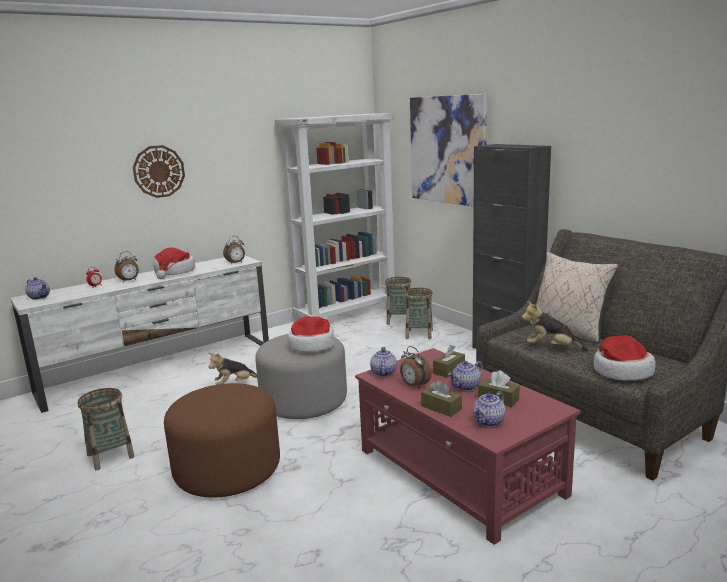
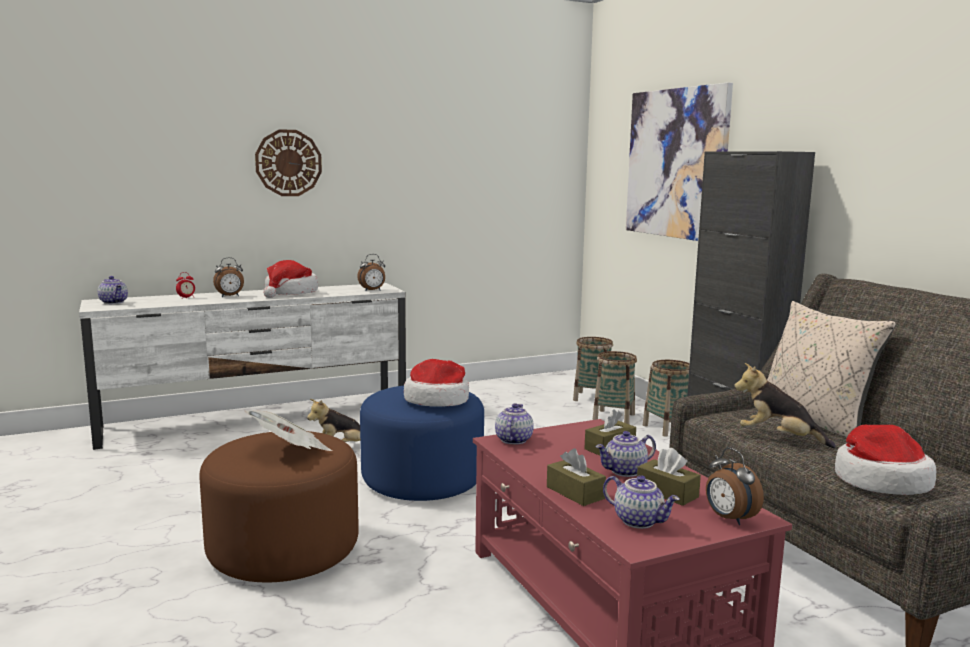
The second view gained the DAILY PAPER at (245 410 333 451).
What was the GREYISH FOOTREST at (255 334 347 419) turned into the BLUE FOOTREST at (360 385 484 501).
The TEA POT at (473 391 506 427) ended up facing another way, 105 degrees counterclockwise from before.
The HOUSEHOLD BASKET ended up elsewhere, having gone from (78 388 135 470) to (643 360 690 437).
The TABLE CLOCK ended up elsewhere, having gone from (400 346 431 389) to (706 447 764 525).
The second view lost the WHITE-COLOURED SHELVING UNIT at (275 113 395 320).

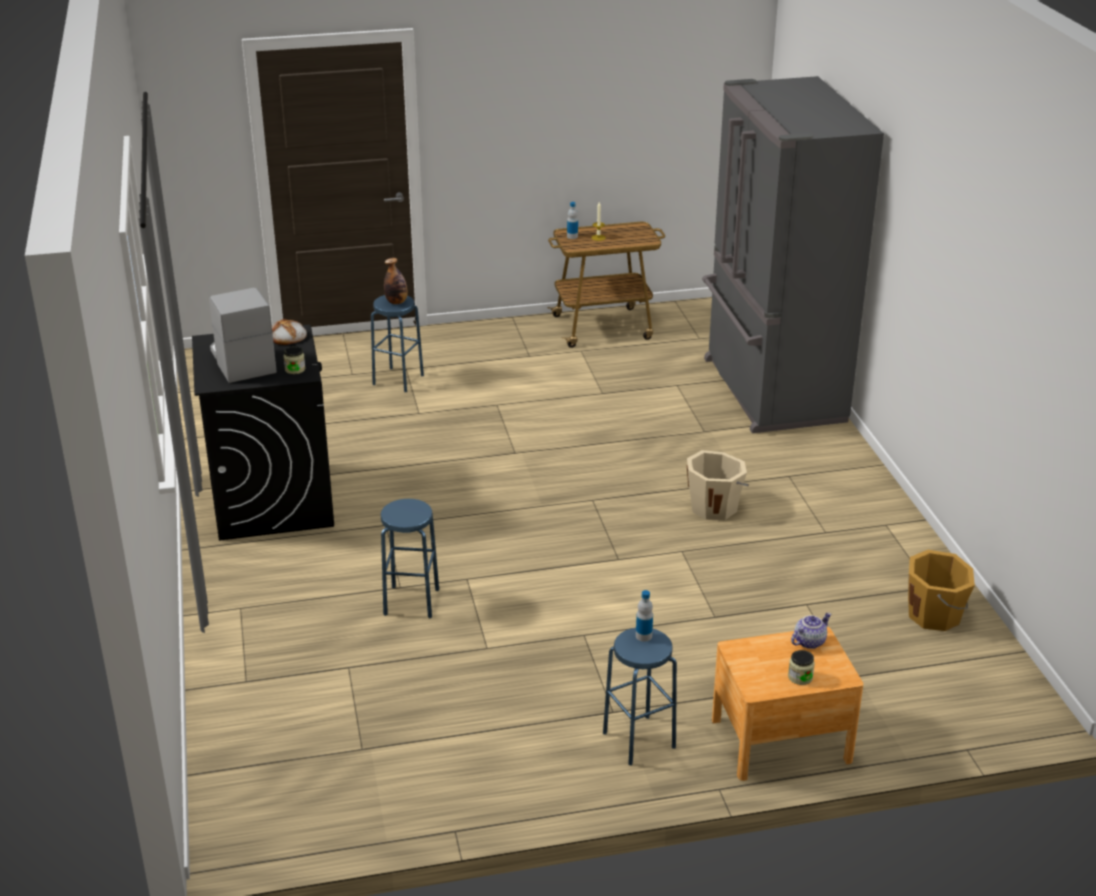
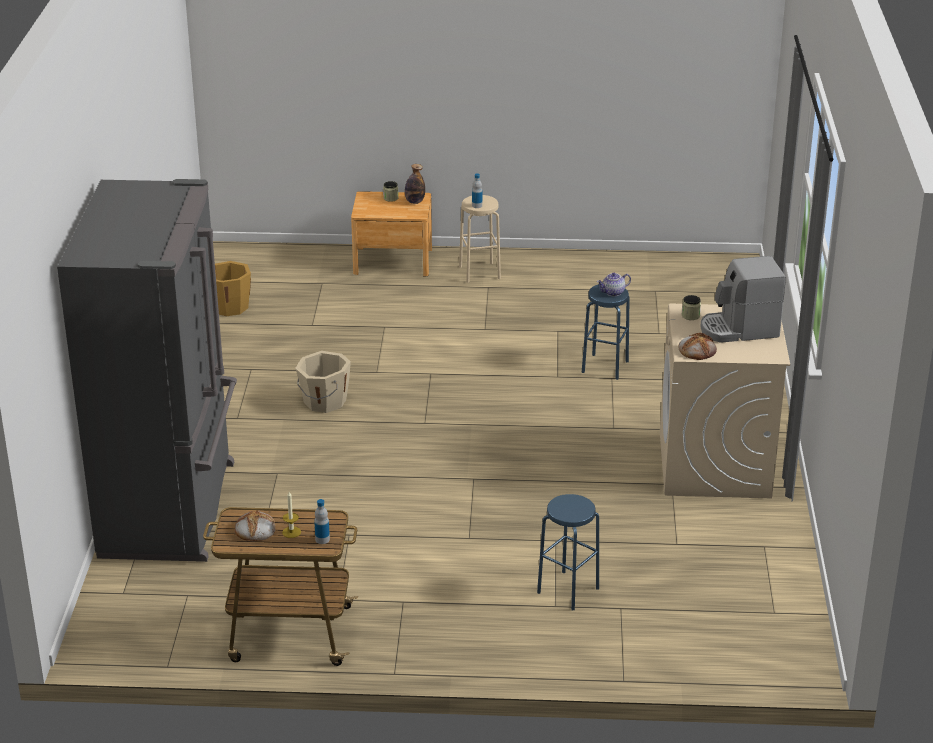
The second view gained the BREAD at (235 510 276 541).
The DRINK BOTTLE ended up elsewhere, having gone from (384 258 408 304) to (405 164 425 204).
What was the BLUE SITTING STOOL at (603 628 677 766) turned into the BEIGE-COLOURED SITTING STOOL at (459 195 501 283).
The TEA POT ended up elsewhere, having gone from (791 613 831 649) to (597 273 631 296).
What was the BLACKISH WASHING MACHINE at (192 325 334 541) turned into the BEIGE-COLOURED WASHING MACHINE at (660 303 790 499).
The COFFEE MAKER at (209 288 277 383) ended up facing another way, 90 degrees clockwise from before.

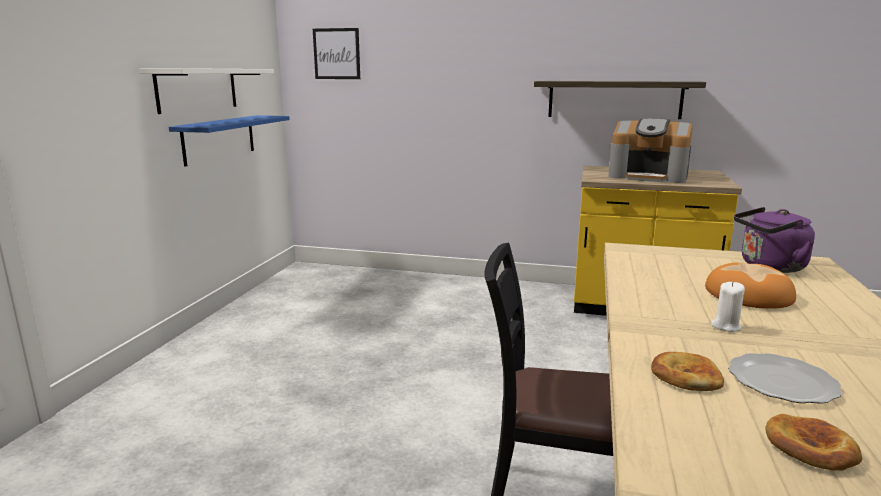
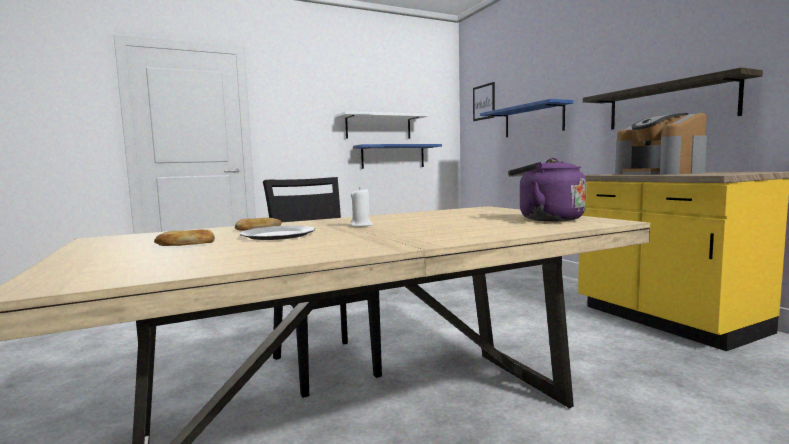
The second view gained the BLUE SHELF at (480 99 574 137).
The second view lost the BREAD at (705 262 796 309).

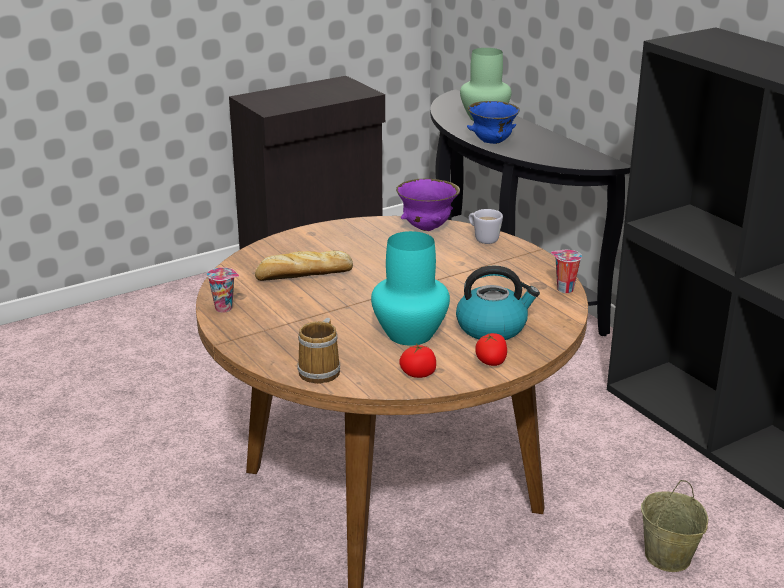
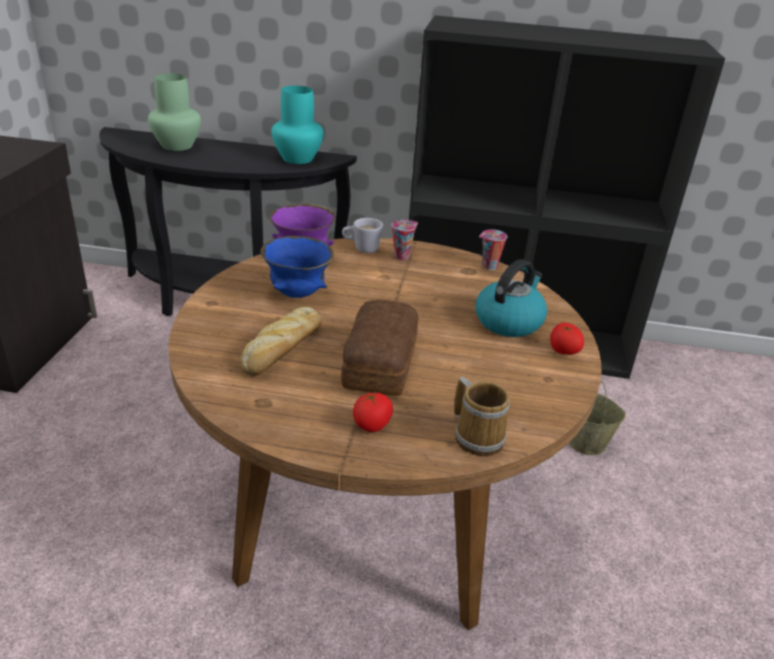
The BLUE SERVING BOWL ended up elsewhere, having gone from (467 101 520 144) to (260 236 334 298).
The BLUE-GREEN FLOWER VASE ended up elsewhere, having gone from (371 231 450 346) to (271 86 324 164).
The second view gained the BREAD at (341 300 419 396).
The TOMATO ended up elsewhere, having gone from (399 343 436 378) to (353 391 393 432).
The DRINKING CUP ended up elsewhere, having gone from (207 268 239 313) to (391 220 418 260).

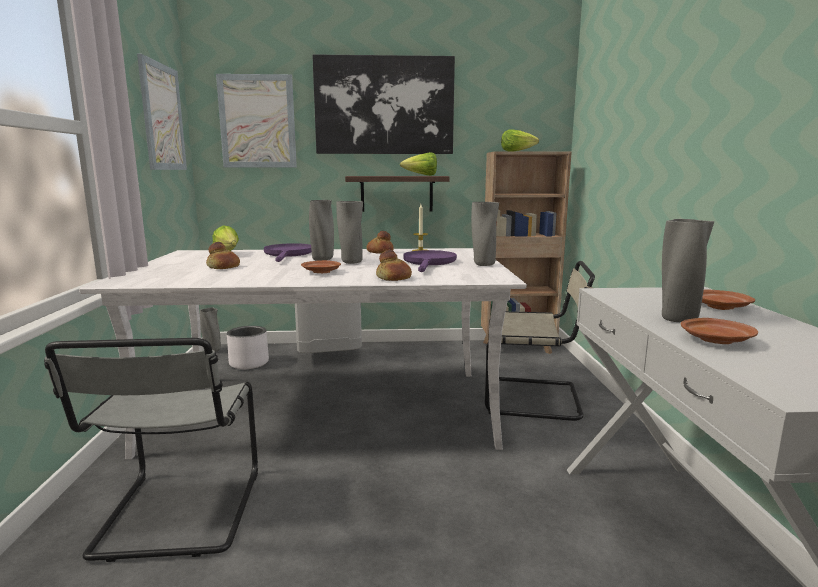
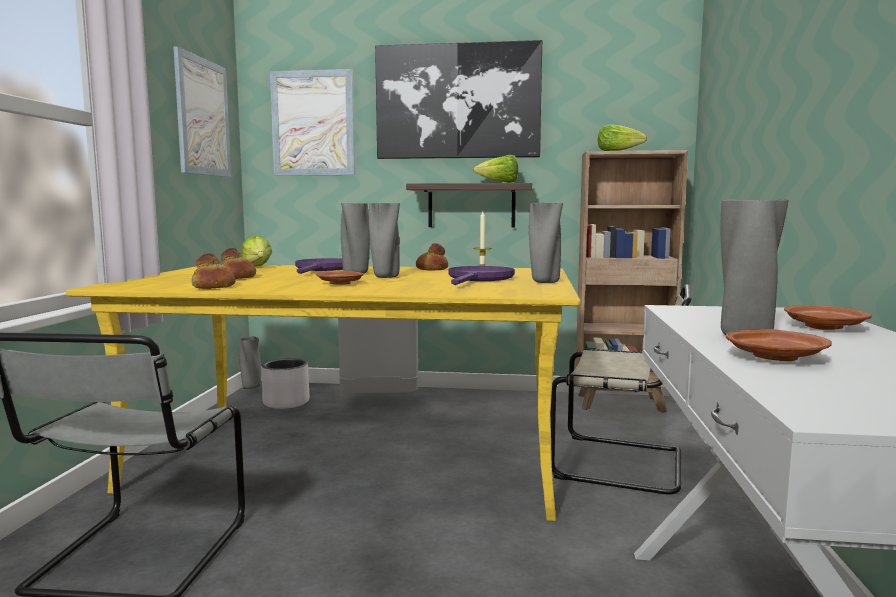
What was the WHITE-COLOURED DINING TABLE at (79 248 527 459) turned into the YELLOW DINING TABLE at (66 265 580 521).
The BREAD ended up elsewhere, having gone from (376 250 412 281) to (191 253 236 289).

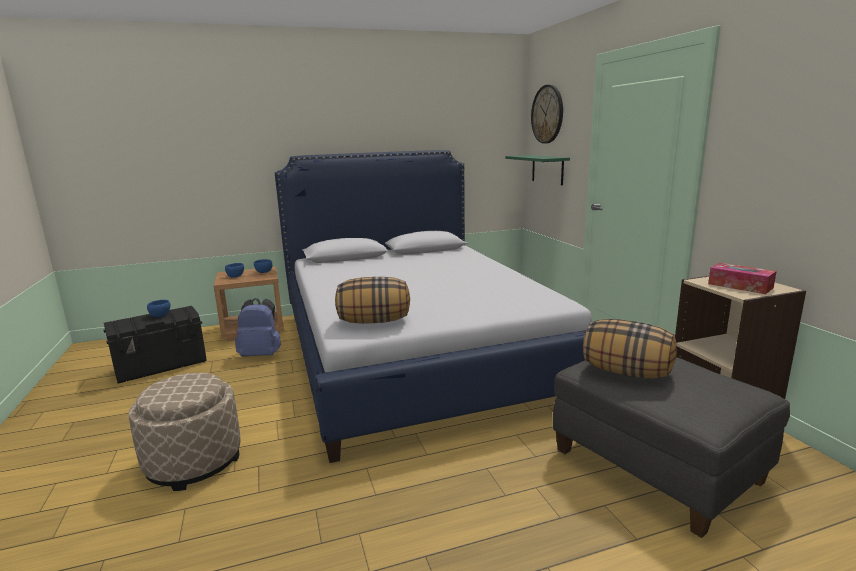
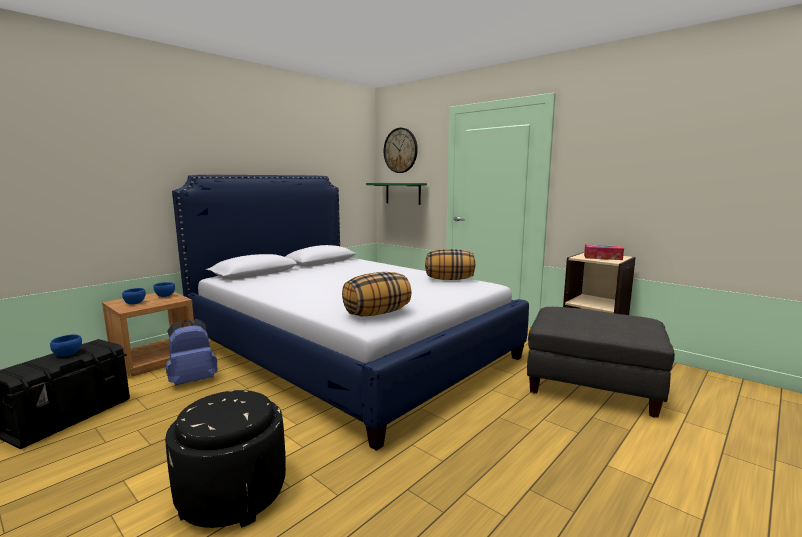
What was the BEIGE-COLOURED FOOTREST at (129 373 241 491) turned into the BLACKISH FOOTREST at (165 390 286 528).
The PILLOW ended up elsewhere, having gone from (583 319 677 379) to (425 249 475 280).

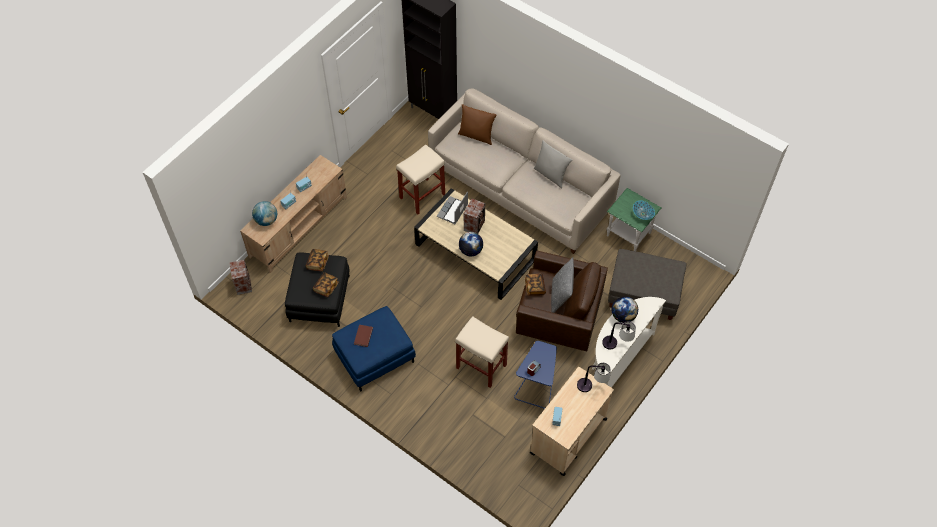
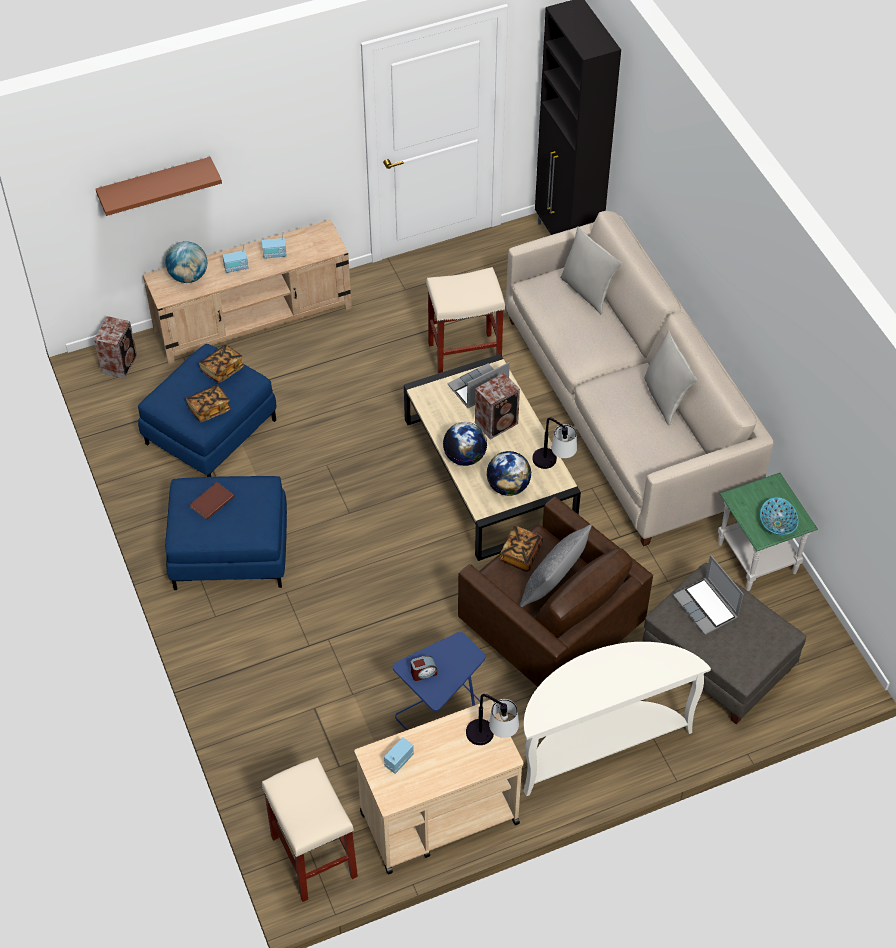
The second view gained the BROWNISH SHELF at (96 157 222 216).
What was the BLACKISH FOOTREST at (285 253 350 327) turned into the BLUE FOOTREST at (138 344 276 477).
The BEIGE-COLOURED SITTING STOOL ended up elsewhere, having gone from (455 316 509 388) to (262 757 358 902).
The DESK GLOBE ended up elsewhere, having gone from (611 296 638 323) to (487 451 531 496).
The TABLETOP LAMP ended up elsewhere, having gone from (602 321 636 350) to (533 417 577 469).
What was the BROWNISH PILLOW at (458 104 497 145) turned into the GREYISH PILLOW at (560 226 622 315).
The second view gained the LAPTOP at (673 555 744 635).

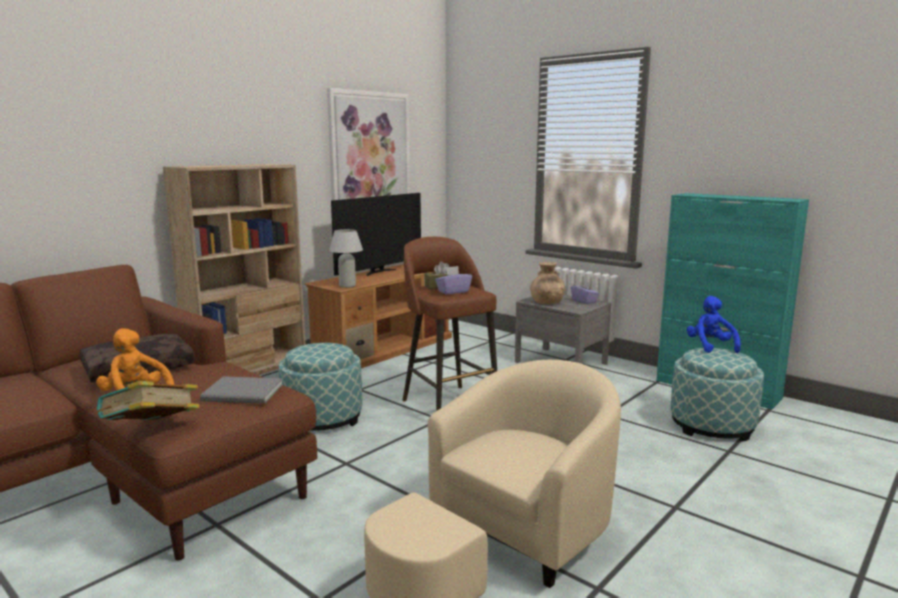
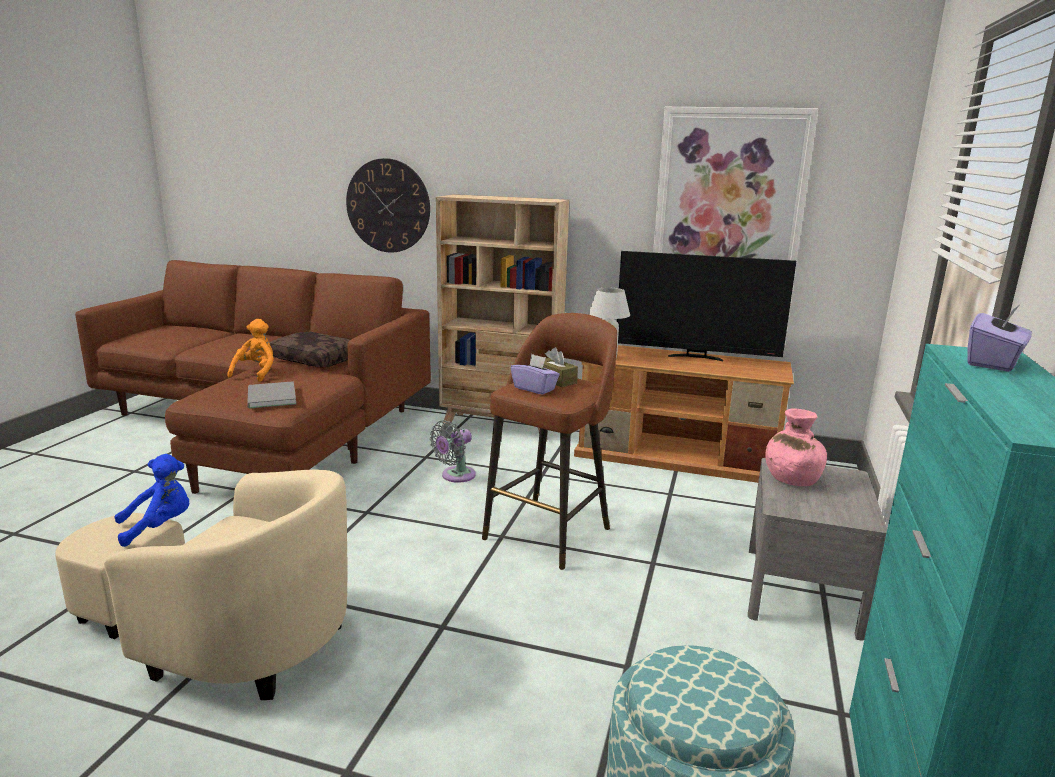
The BLUE CUDDLY TOY ended up elsewhere, having gone from (687 296 741 353) to (114 454 189 547).
The second view gained the HANGING CLOCK at (346 158 430 253).
Where the FOOTREST stood at (278 343 362 431), the GREYISH ELECTRIC FAN came to stand at (430 420 476 483).
What was the BROWNISH FLOWER VASE at (530 262 565 304) turned into the PINKISH FLOWER VASE at (765 408 827 486).
The PURPLE TISSUE BOX ended up elsewhere, having gone from (571 281 599 304) to (967 305 1032 372).
The second view lost the BOUND BOOK at (96 381 200 420).

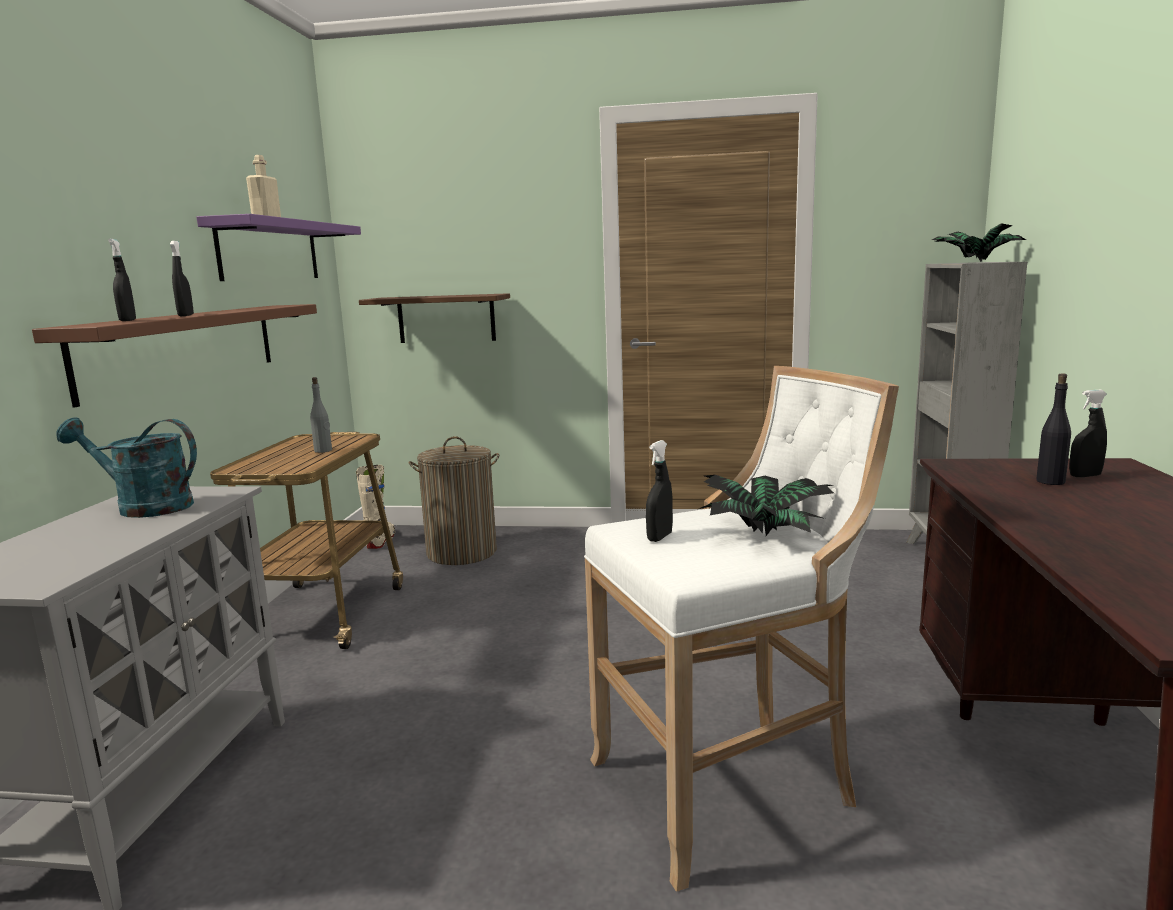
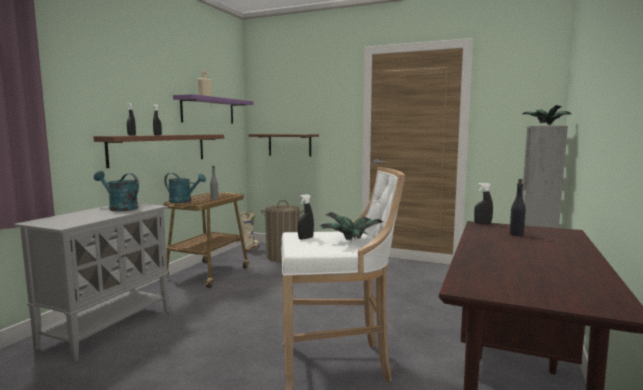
The second view gained the BLUE-GREEN WATERING POT at (164 173 206 203).
The BLACKISH SPRAY BOTTLE ended up elsewhere, having gone from (1069 390 1107 477) to (474 183 493 224).

